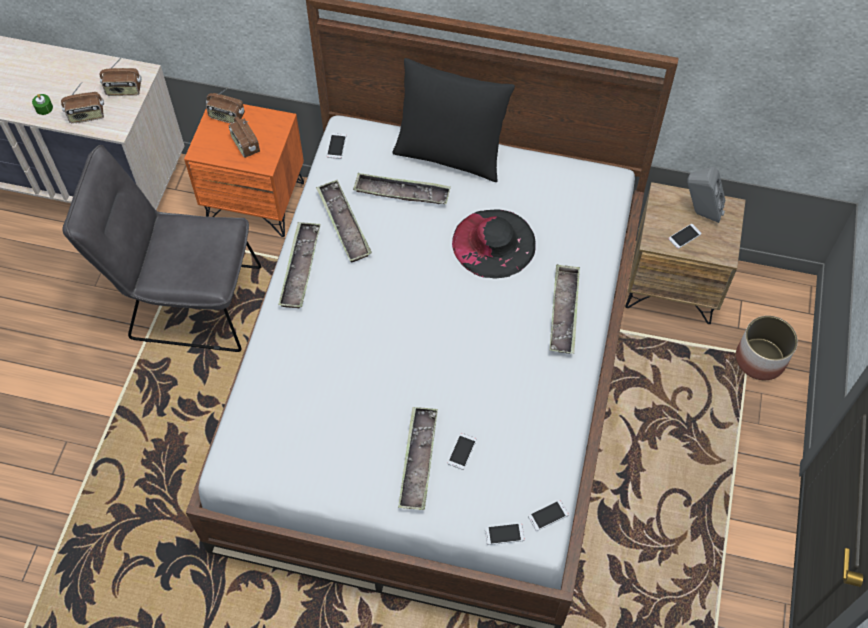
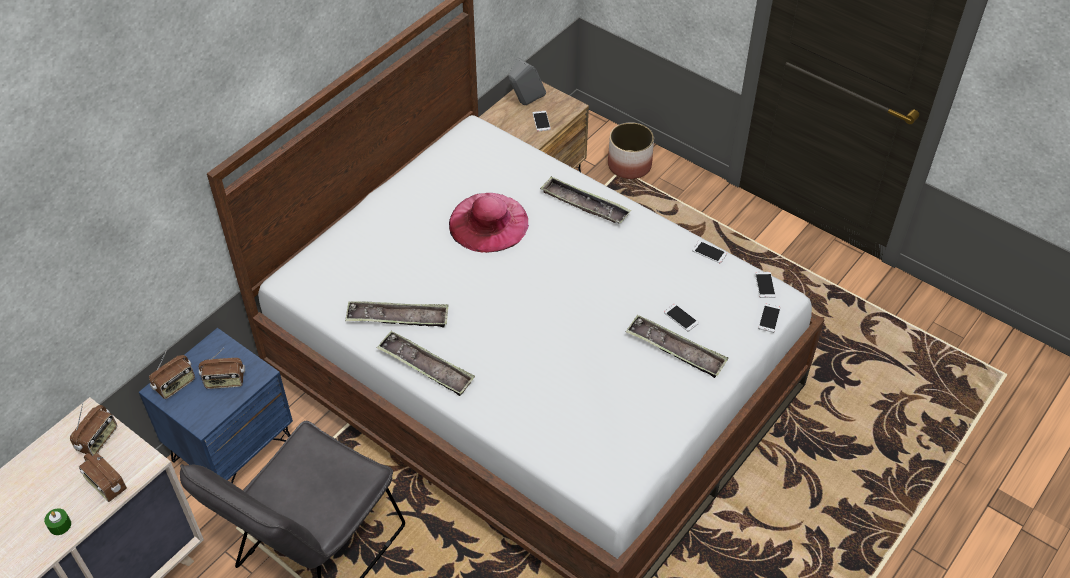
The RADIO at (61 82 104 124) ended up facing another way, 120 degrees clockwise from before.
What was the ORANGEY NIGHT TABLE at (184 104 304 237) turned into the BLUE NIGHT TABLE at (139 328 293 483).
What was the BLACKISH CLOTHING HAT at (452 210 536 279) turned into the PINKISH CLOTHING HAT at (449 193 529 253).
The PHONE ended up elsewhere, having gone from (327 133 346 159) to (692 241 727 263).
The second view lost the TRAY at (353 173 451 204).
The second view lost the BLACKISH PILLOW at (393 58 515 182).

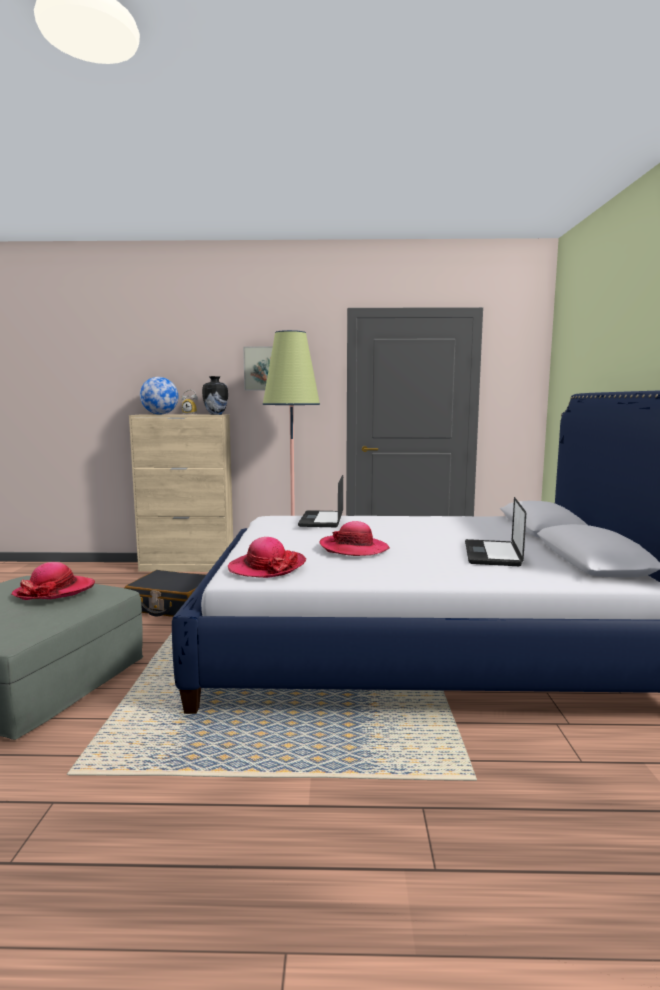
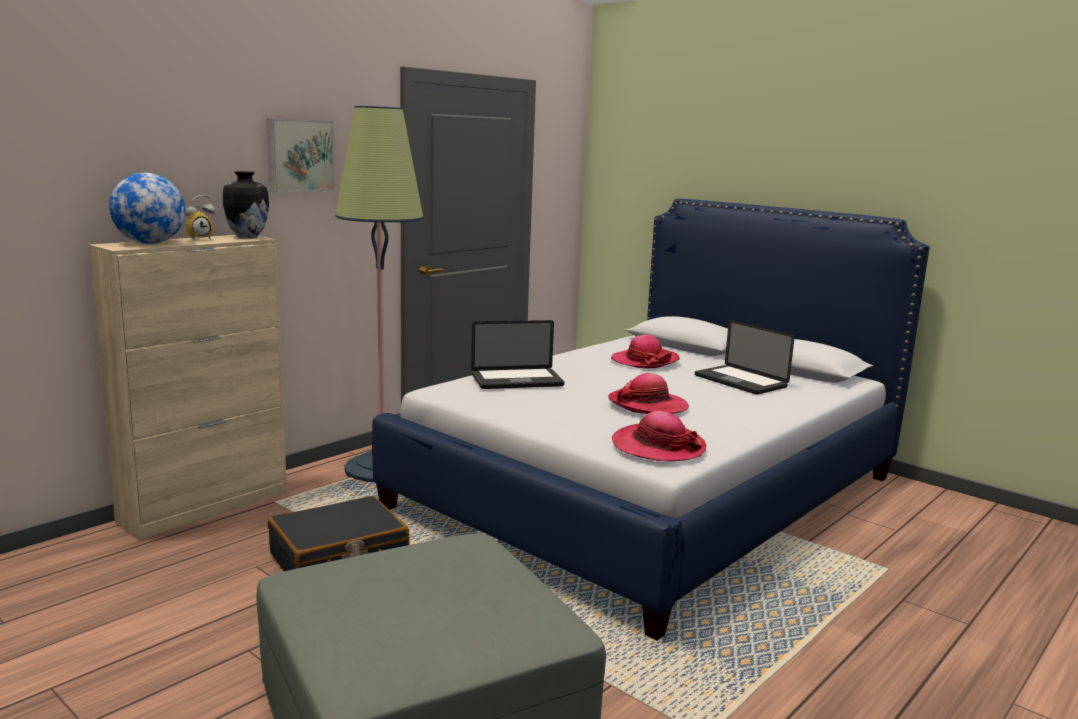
The LAPTOP at (298 475 343 527) ended up facing another way, 60 degrees counterclockwise from before.
The CLOTHING HAT ended up elsewhere, having gone from (12 562 95 600) to (611 335 680 368).

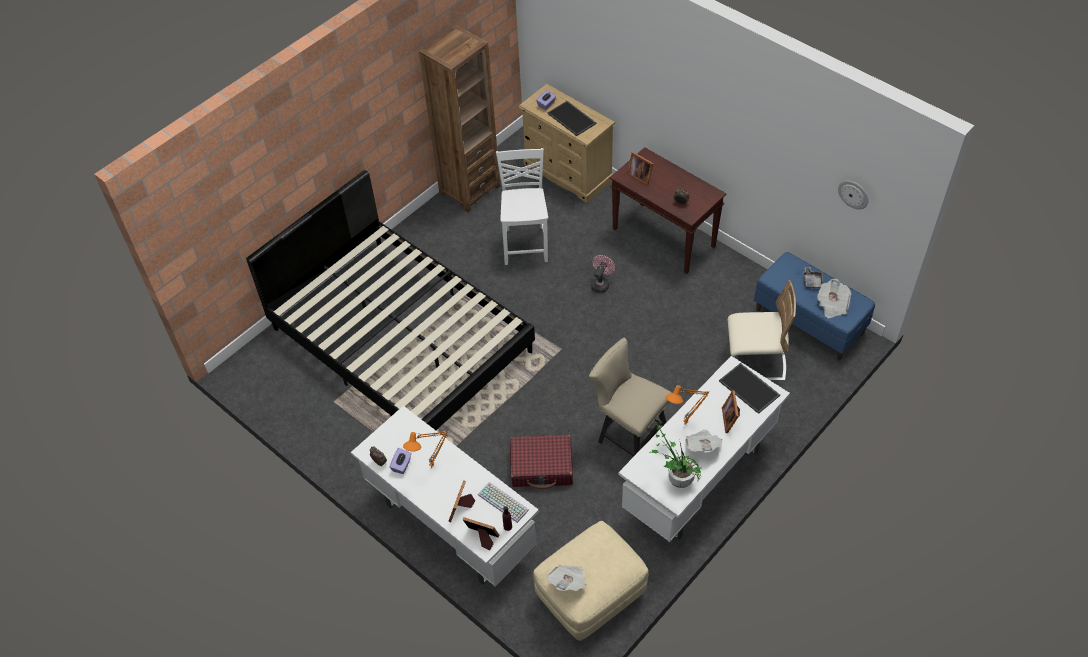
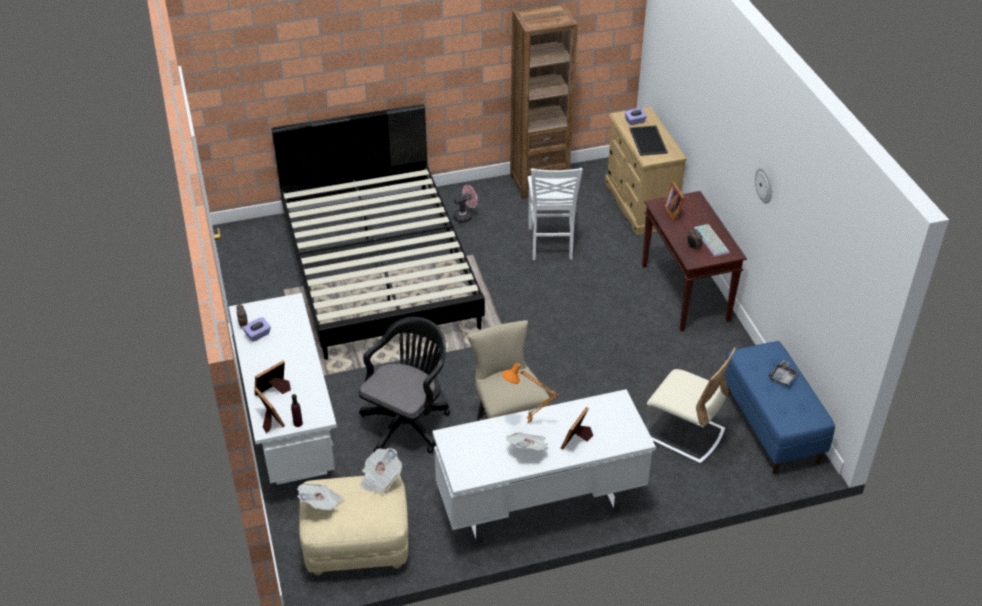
Where the REDDISH SUITCASE stood at (510 435 573 489), the BLACKISH DESK CHAIR came to stand at (359 317 450 453).
The DAILY PAPER ended up elsewhere, having gone from (817 279 851 318) to (360 448 402 494).
The PINKISH ELECTRIC FAN ended up elsewhere, having gone from (591 255 615 293) to (453 185 478 223).
The WHITE-COLOURED CHAIR at (496 148 548 265) ended up facing another way, 150 degrees clockwise from before.
The PC KEYBOARD ended up elsewhere, having gone from (478 482 529 523) to (694 224 730 257).
The HANGING CLOCK ended up elsewhere, having gone from (838 181 868 209) to (755 167 772 203).
The second view lost the ORANGEY TABLETOP LAMP at (403 431 448 468).
The second view lost the HOUSEPLANT at (650 420 702 488).
The second view lost the TRAY at (719 363 780 414).

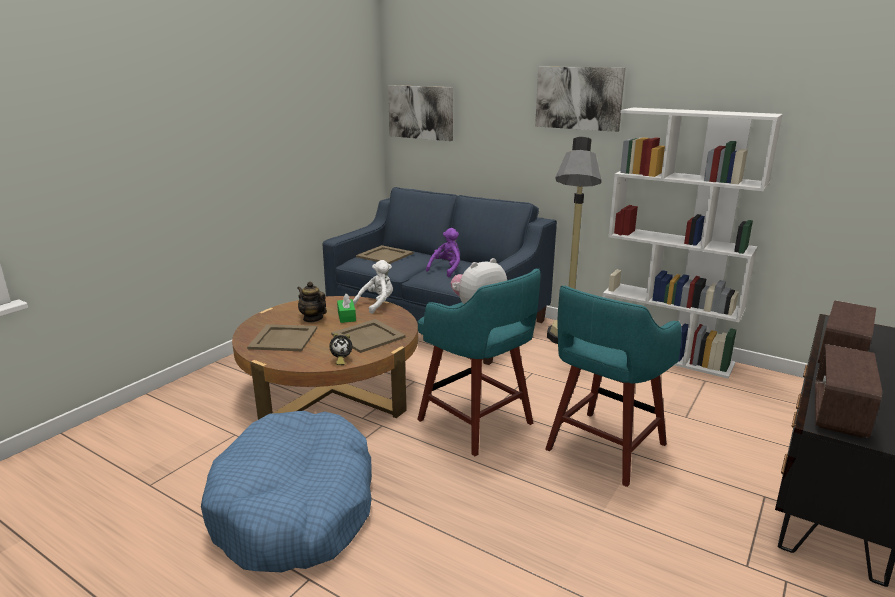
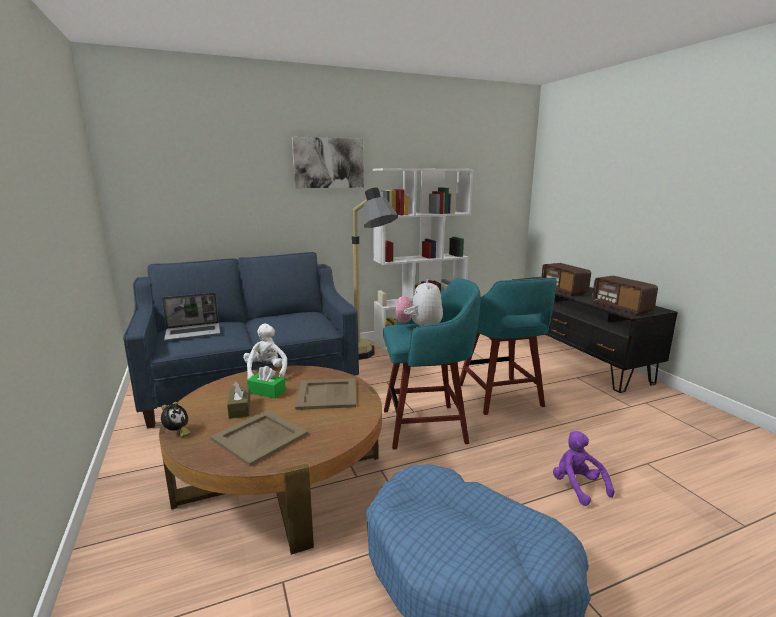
The TABLE CLOCK ended up elsewhere, having gone from (329 333 352 365) to (161 402 191 437).
Where the BEIGE-COLOURED TRAY stood at (356 245 414 264), the LAPTOP came to stand at (162 293 220 340).
Where the TEA POT stood at (297 281 327 322), the BROWNISH TISSUE BOX came to stand at (227 381 251 419).
The PURPLE CUDDLY TOY ended up elsewhere, having gone from (426 228 460 277) to (553 431 615 506).
The second view lost the WALL ART at (388 85 453 141).

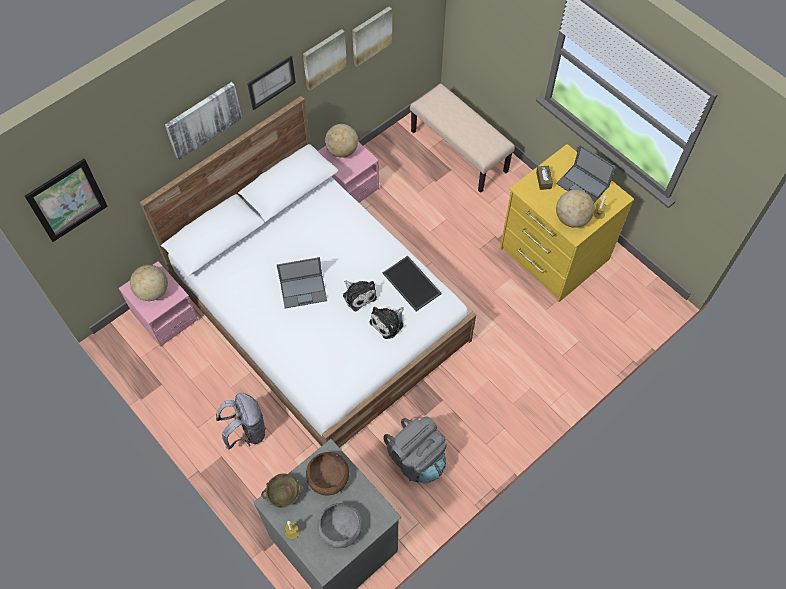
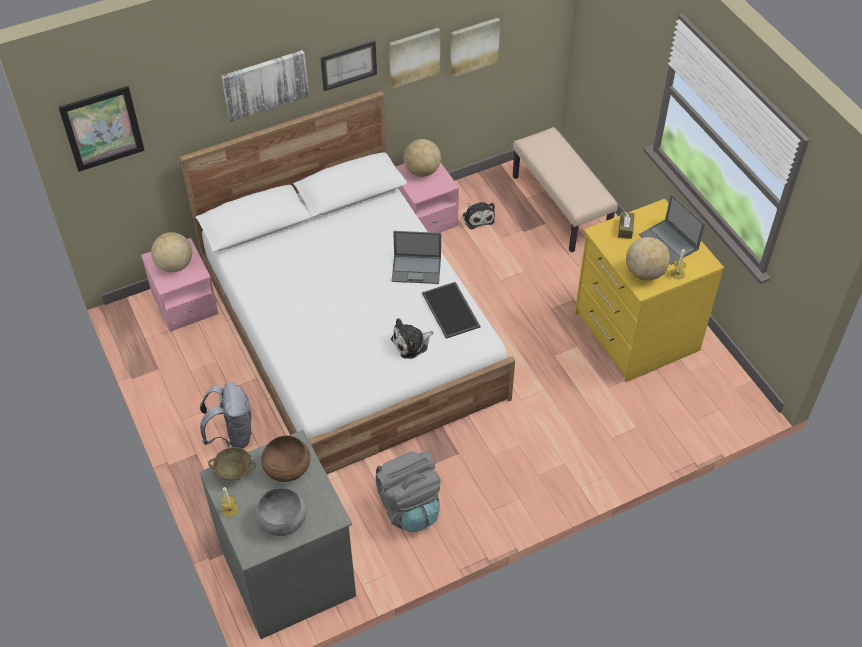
The LAPTOP ended up elsewhere, having gone from (277 257 327 309) to (392 231 441 284).
The CUDDLY TOY ended up elsewhere, having gone from (343 280 377 312) to (463 202 495 229).

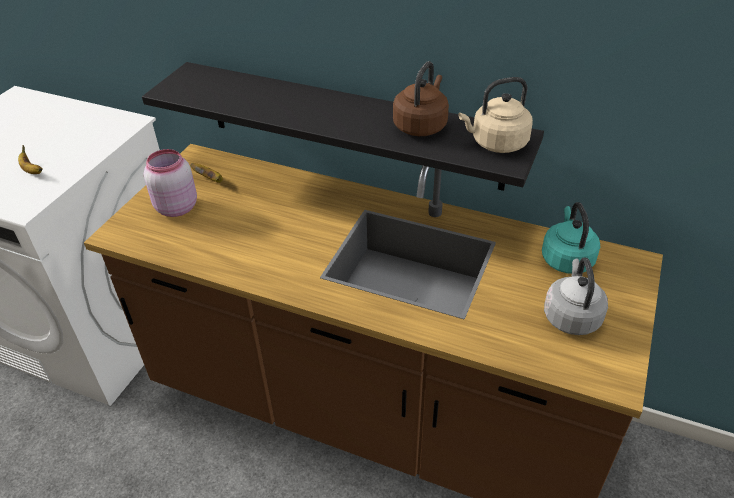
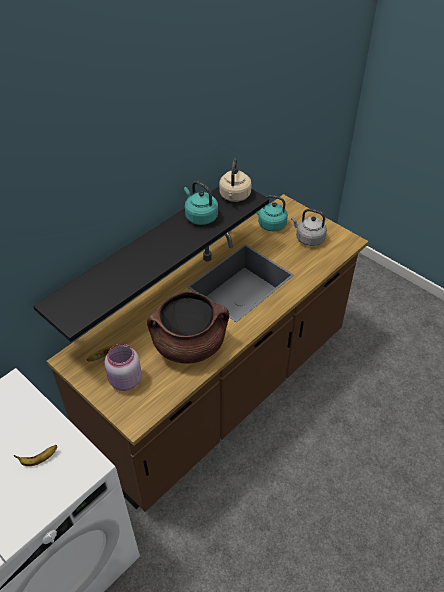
The second view gained the BROWNISH COOKING POT at (147 292 229 364).
What was the BROWNISH WATER KETTLE at (393 61 449 136) turned into the BLUE-GREEN WATER KETTLE at (184 181 218 225).

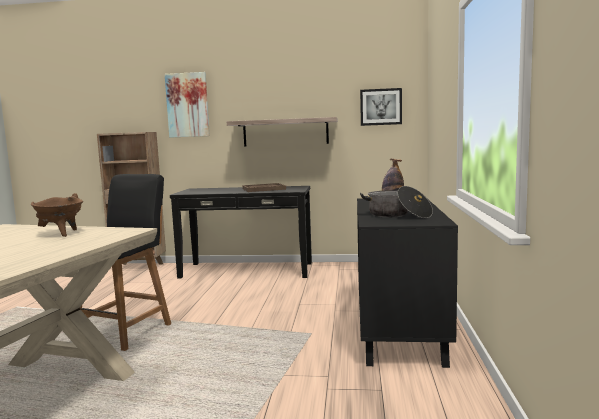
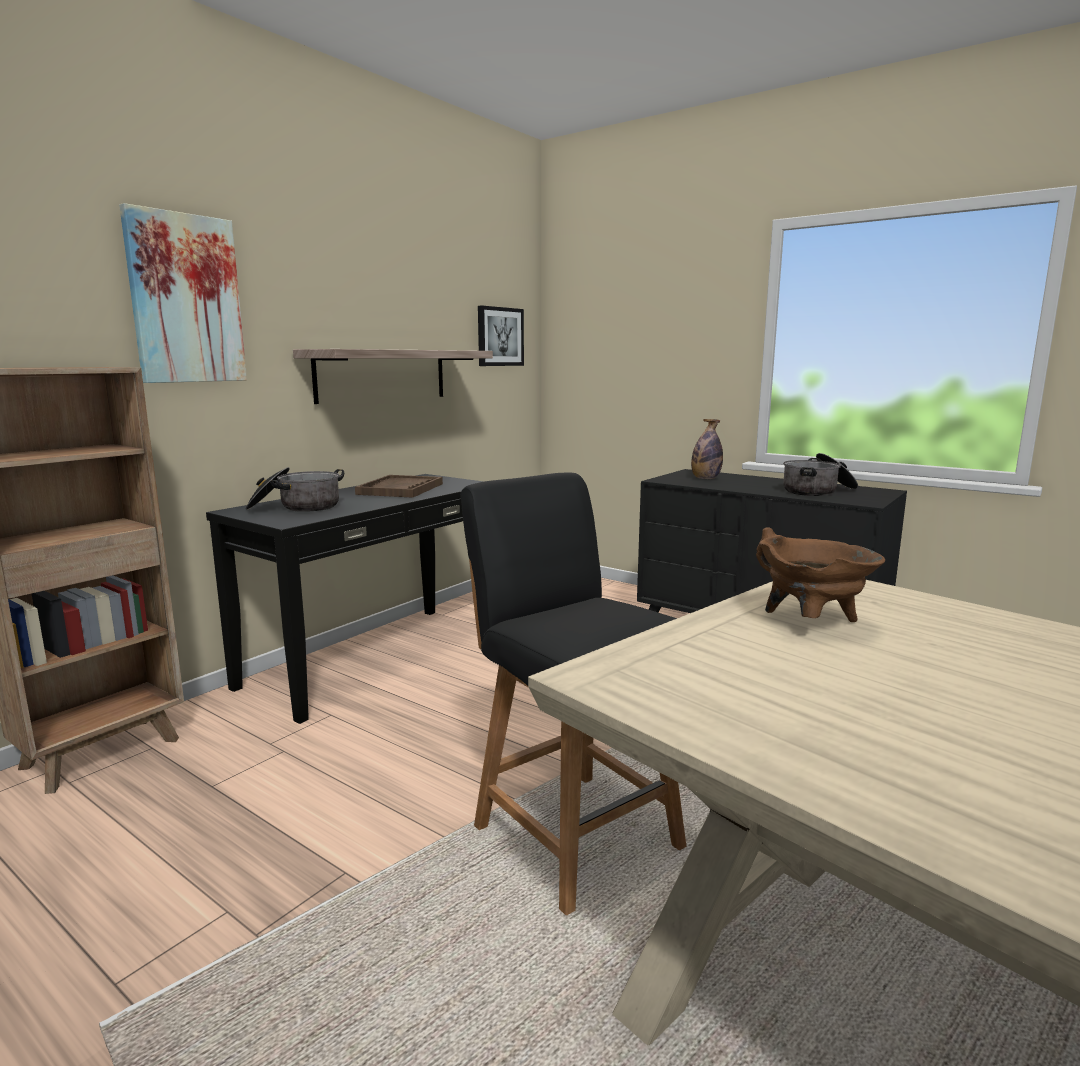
The second view gained the COOKING POT at (246 467 344 512).

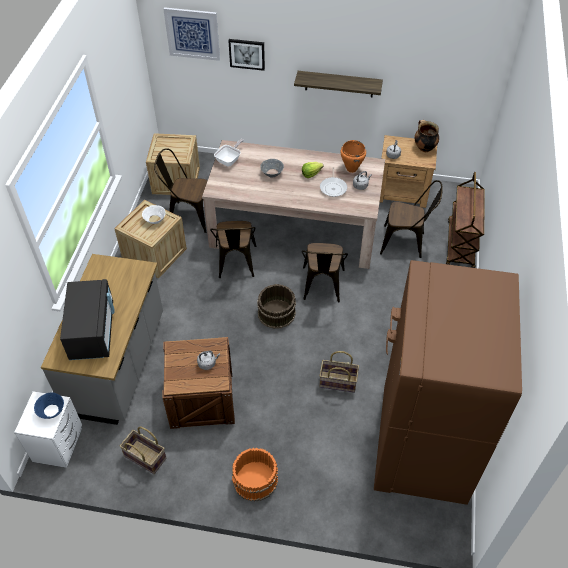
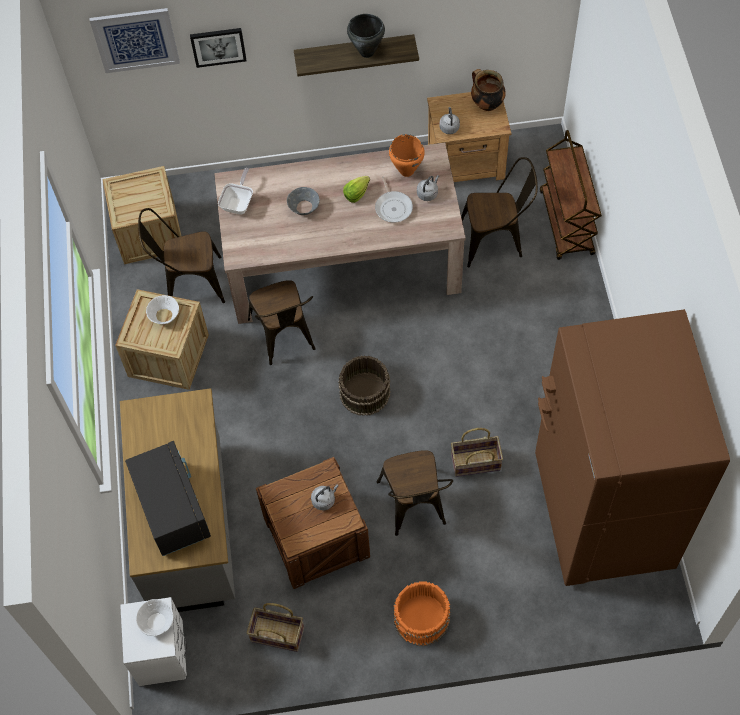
What was the BLUE SERVING BOWL at (34 392 64 419) turned into the WHITE-COLOURED SERVING BOWL at (136 599 173 636).
The second view gained the BLACKISH COOKING POT at (347 14 385 58).
The BROWNISH CHAIR ended up elsewhere, having gone from (302 243 348 302) to (377 450 453 536).

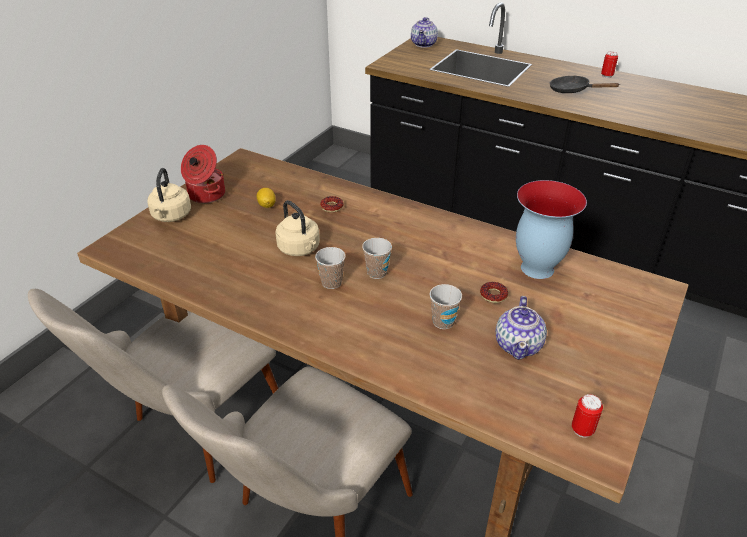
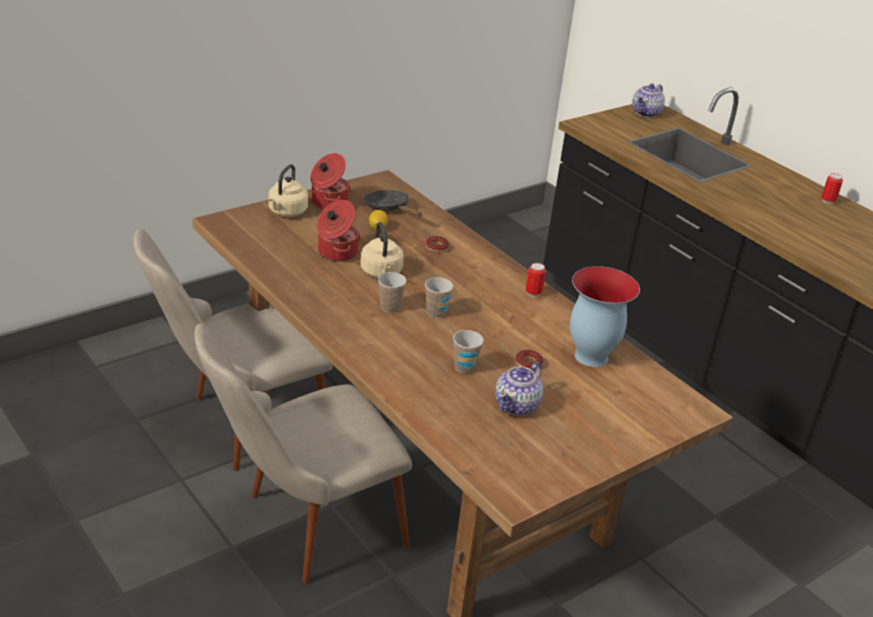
The second view gained the COOKING POT at (317 200 360 262).
The BLACKISH FRYING PAN ended up elsewhere, having gone from (549 75 619 93) to (364 190 422 217).
The CAN ended up elsewhere, having gone from (572 394 603 438) to (526 263 546 297).

